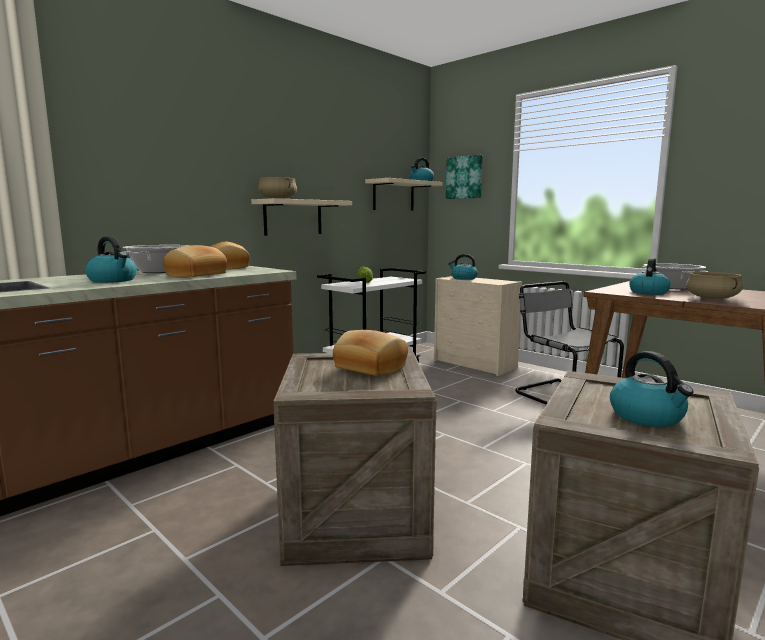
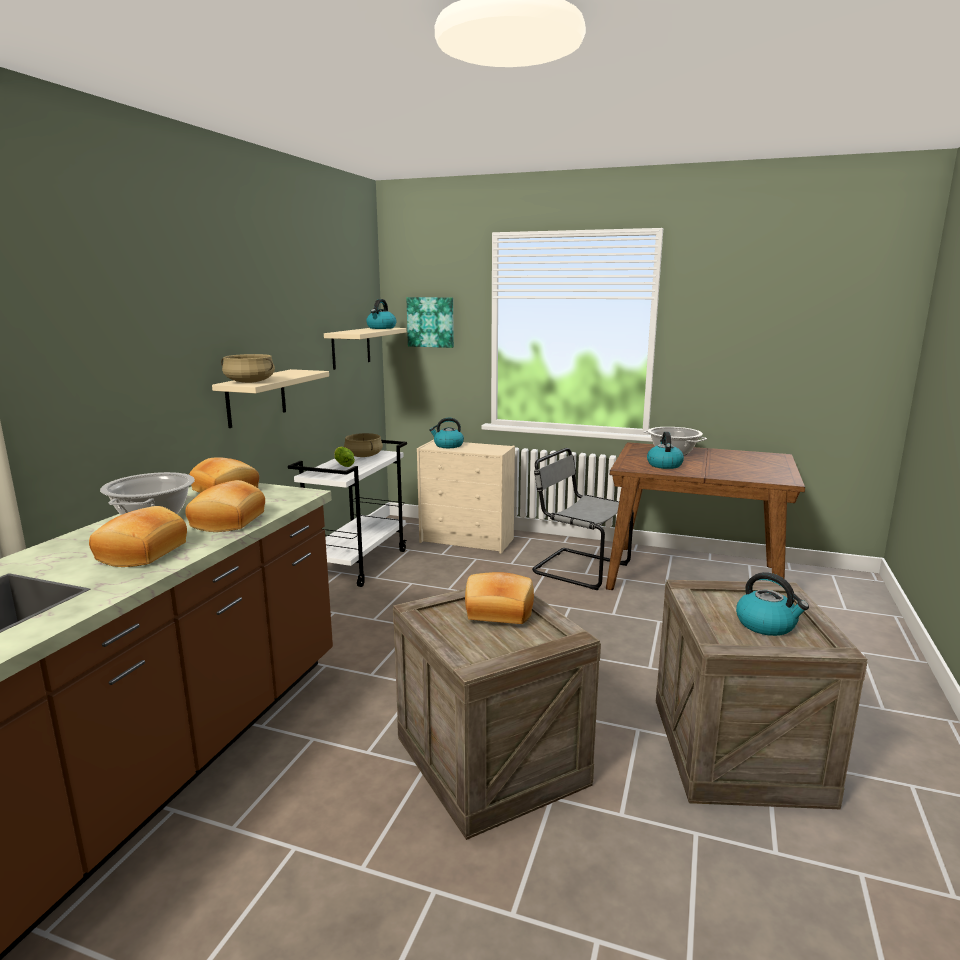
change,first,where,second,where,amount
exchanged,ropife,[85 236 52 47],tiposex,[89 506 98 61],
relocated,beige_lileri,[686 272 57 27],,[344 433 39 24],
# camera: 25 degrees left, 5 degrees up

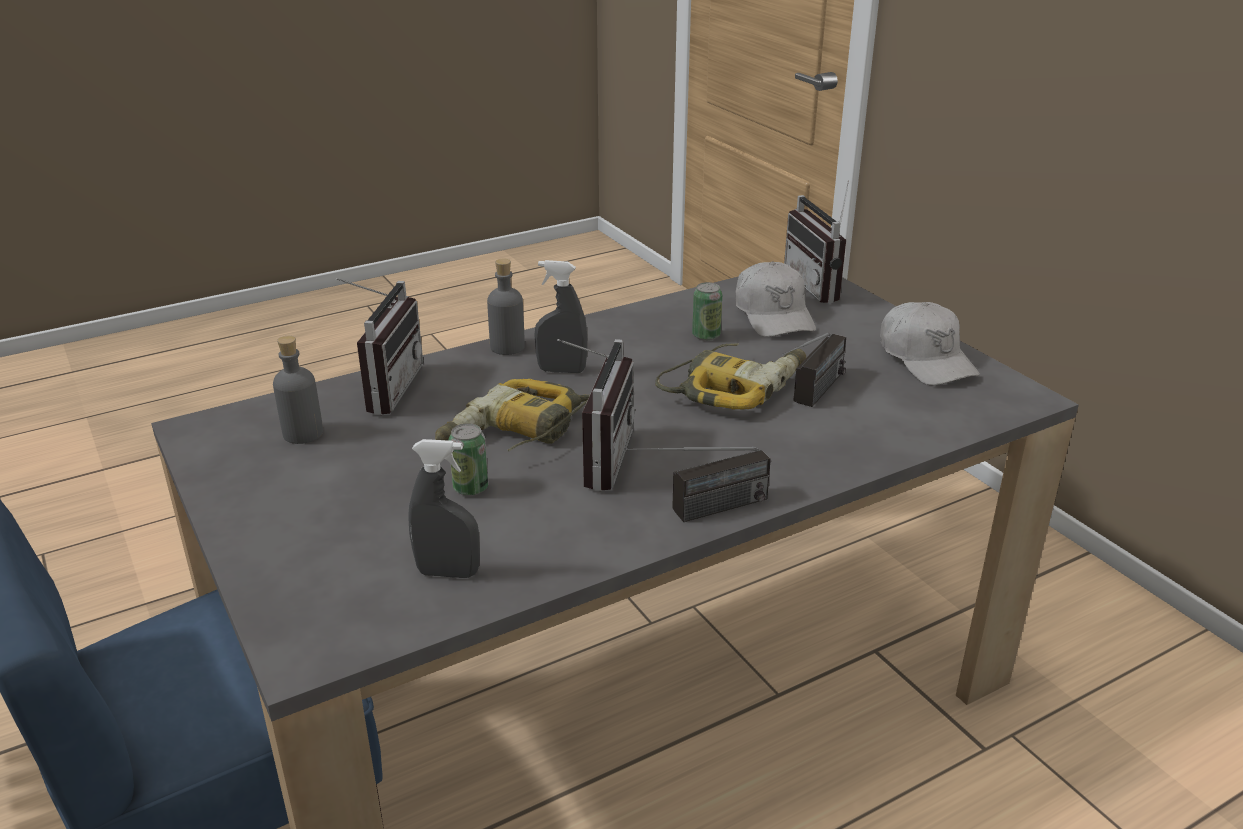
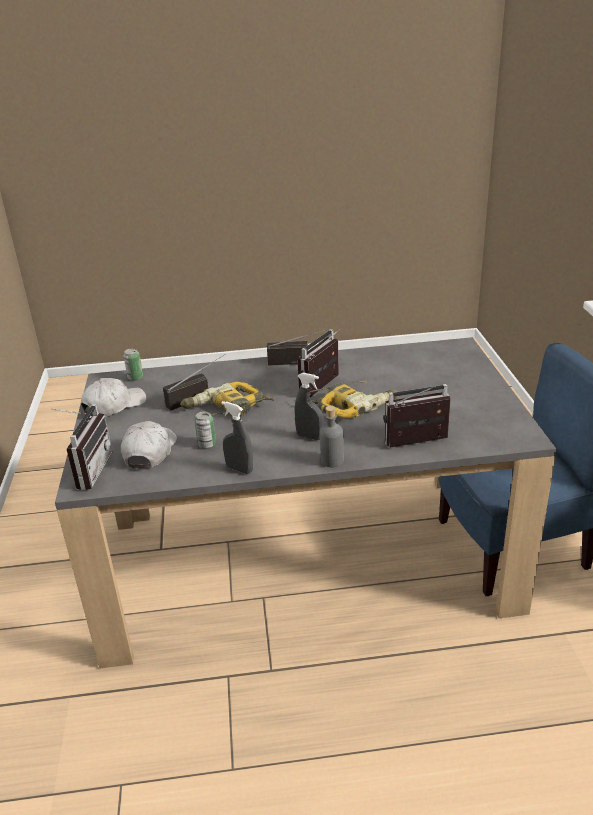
change,first,where,second,where,amount
spun,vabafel,[336 278 87 137],,[383 384 68 64],45 degrees clockwise
spun,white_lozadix,[880 302 100 84],,[81 378 65 39],45 degrees clockwise
missing,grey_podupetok,[273 336 50 108],,,
relocated,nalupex,[449 423 40 73],,[124 348 19 33],
relocated,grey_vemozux,[408 439 72 139],,[221 401 32 73],
# camera: 155 degrees left, 0 degrees up

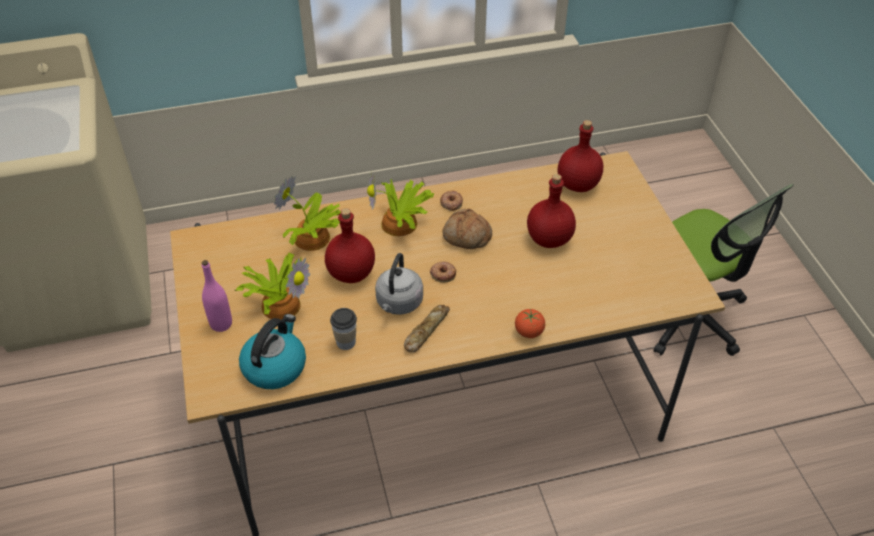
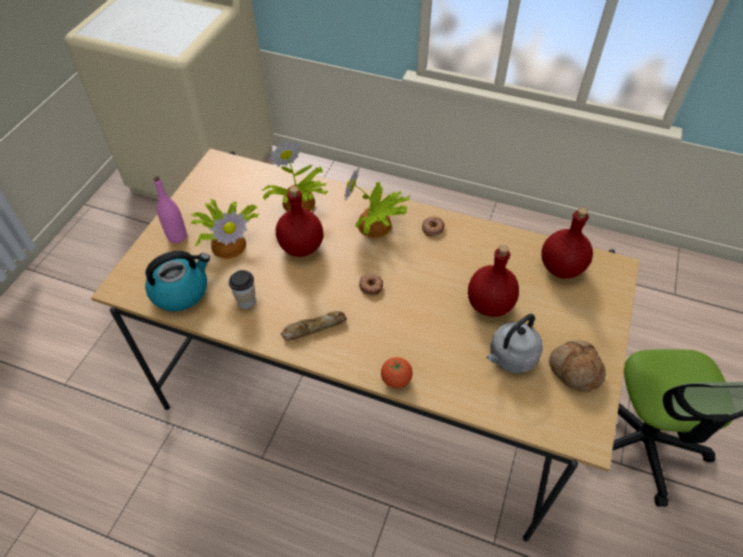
change,first,where,second,where,amount
relocated,tiposex,[443 208 49 41],,[549 340 57 52],
relocated,grey_ropife,[375 253 48 62],,[486 314 57 59],
# camera: 35 degrees right, 5 degrees up

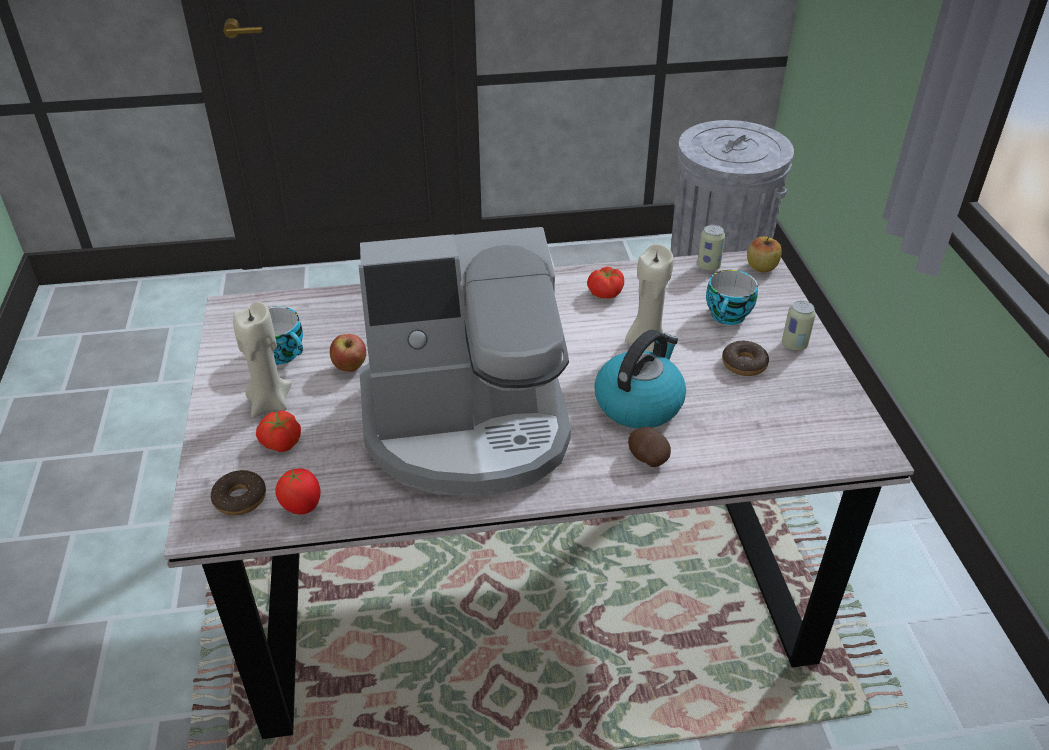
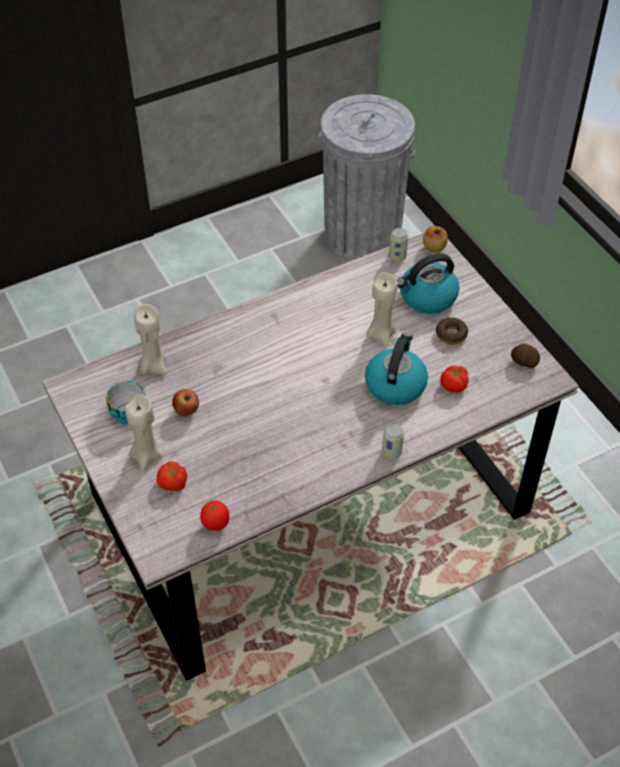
change,first,where,second,where,amount
missing,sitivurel,[359 227 212 270],,,
relocated,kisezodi,[587 267 37 31],,[440 366 29 27],
exchanged,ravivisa,[706 270 52 55],ropife,[397 253 62 61],
relocated,nalupex,[782 301 34 50],,[382 424 22 35],
relocated,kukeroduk,[628 427 43 40],,[511 343 29 25],
missing,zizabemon,[211 470 55 46],,,
appeared,,,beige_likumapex,[134 304 33 71],
# camera: 20 degrees left, 10 degrees up

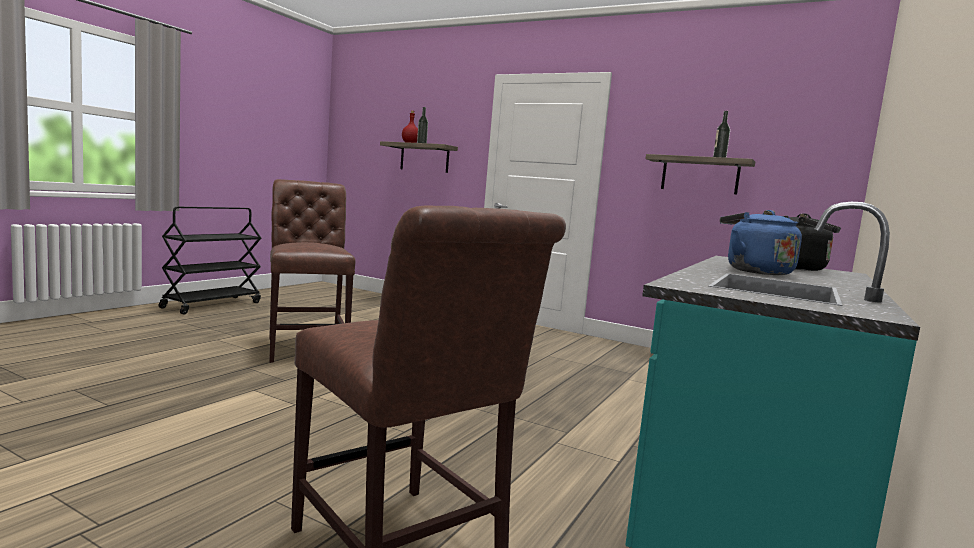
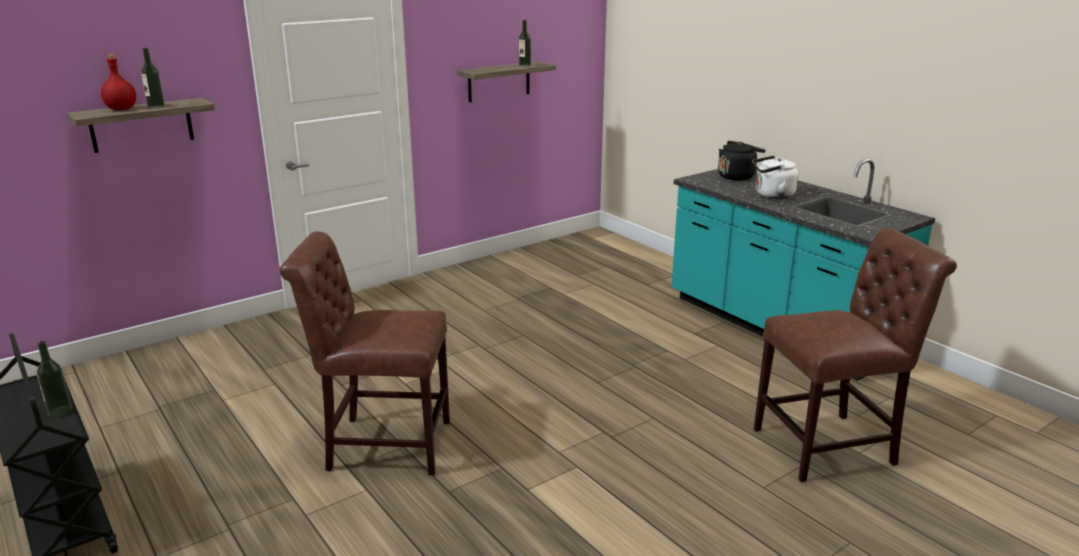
change,first,where,second,where,amount
colour,blue_ropife,[720 210 82 65],white_ropife,[752 156 46 43],
appeared,,,podupetok,[37 341 35 76],
# camera: 65 degrees left, 15 degrees up

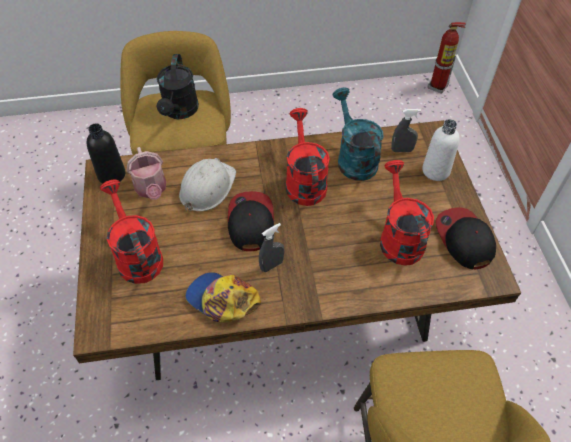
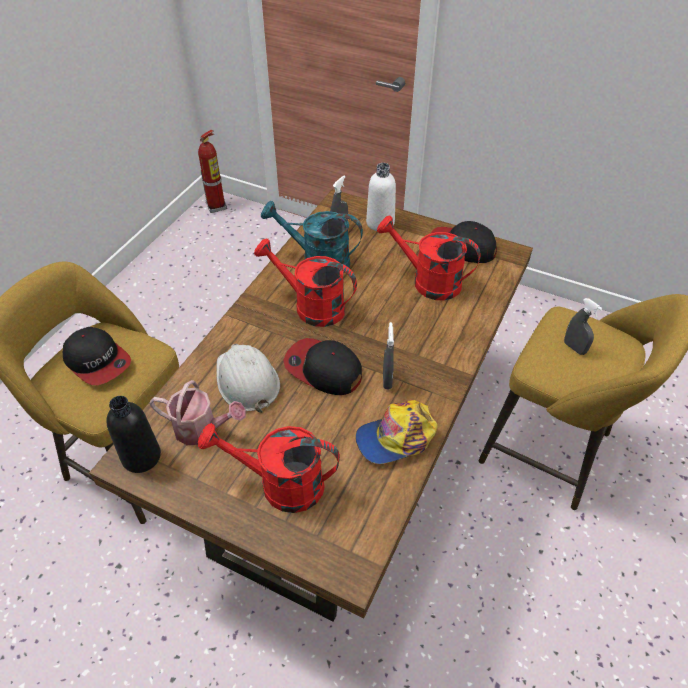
change,first,where,second,where,amount
exchanged,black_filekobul,[157 54 42 65],lozadix,[63 327 68 58],
appeared,,,grey_vemozux,[564 298 39 57],
# camera: 55 degrees left, 5 degrees down

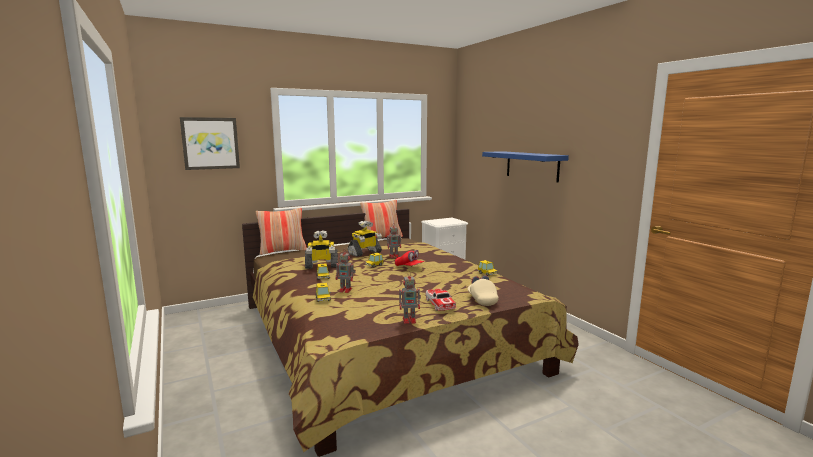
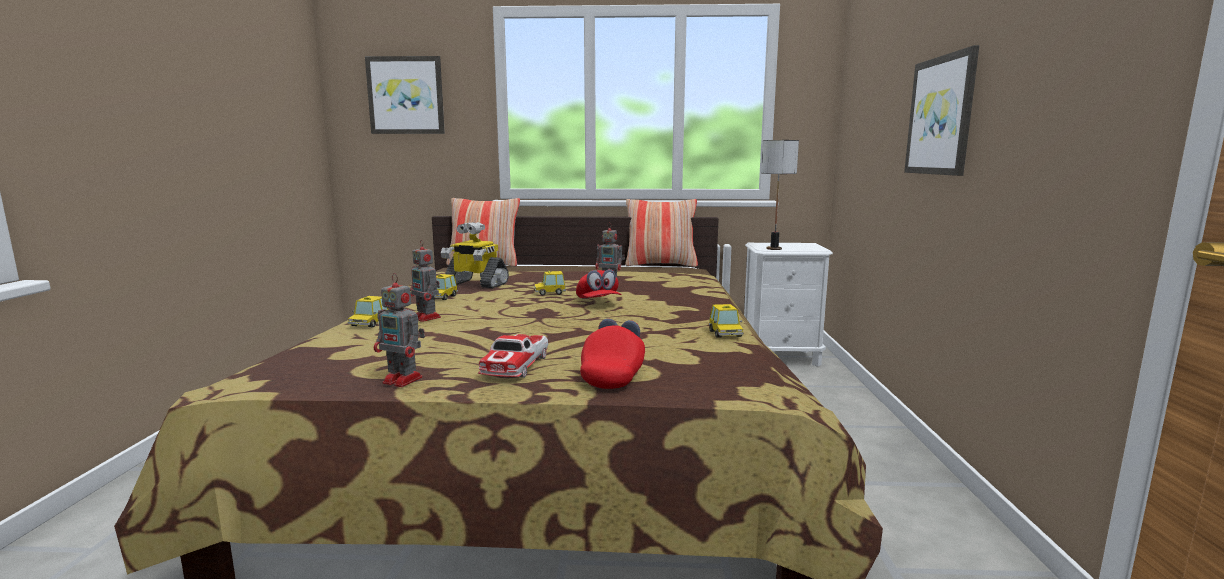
change,first,where,second,where,amount
exchanged,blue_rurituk,[482 151 87 31],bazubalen,[904 45 75 131],
missing,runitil,[348 220 34 37],,,
colour,beige_lozadix,[468 276 31 30],red_lozadix,[580 319 65 70],
appeared,,,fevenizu,[761 140 38 110],
# camera: 30 degrees right, 0 degrees up

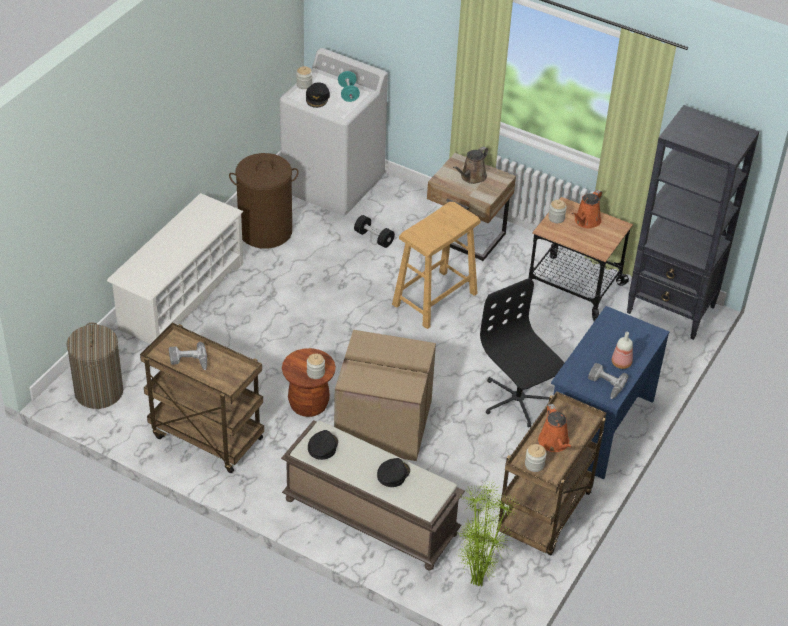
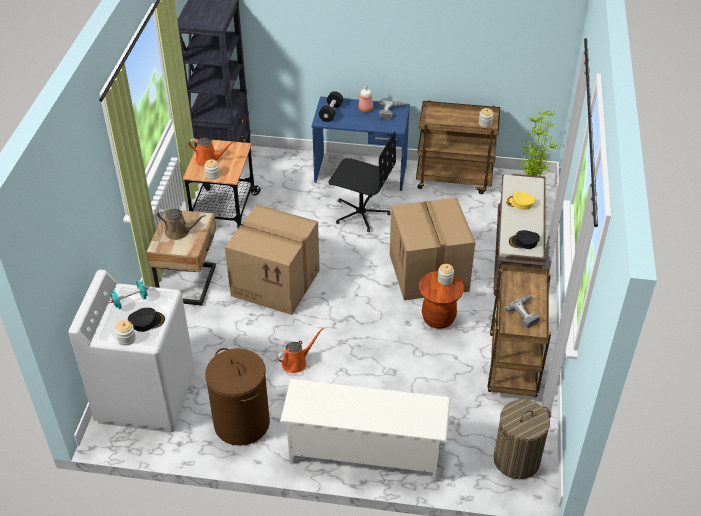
change,first,where,second,where,amount
exchanged,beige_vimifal,[392 202 89 127],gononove,[225 204 95 111],
relocated,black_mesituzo,[354 215 41 33],,[319 91 24 31],
spun,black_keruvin,[480 278 84 150],,[329 131 67 101],105 degrees counterclockwise
relocated,orange_filekobul,[538 404 34 48],,[277 328 47 45],
colour,black_lozadix,[377 458 33 29],yellow_lozadix,[506 192 29 18],
# camera: 110 degrees left, 0 degrees up

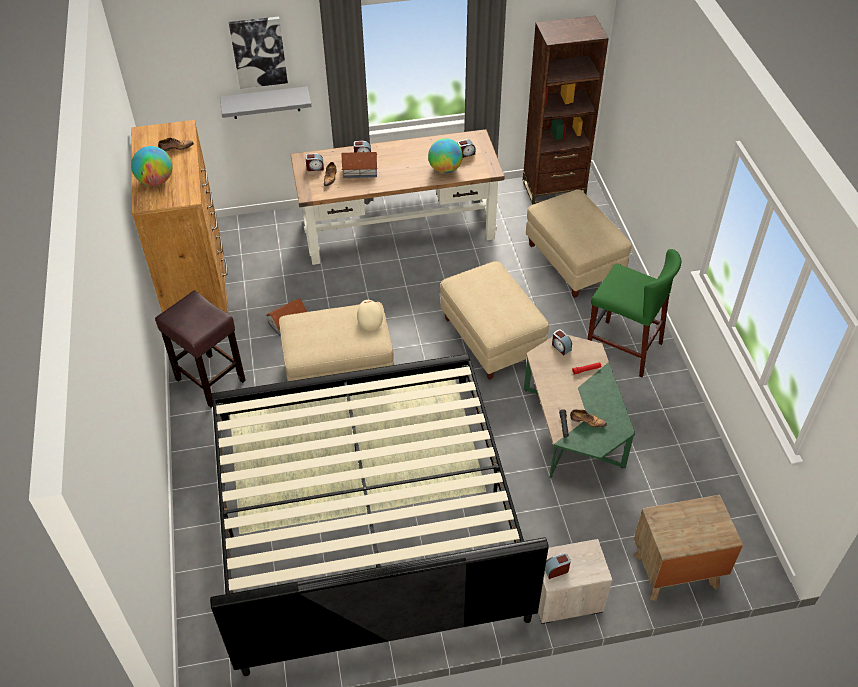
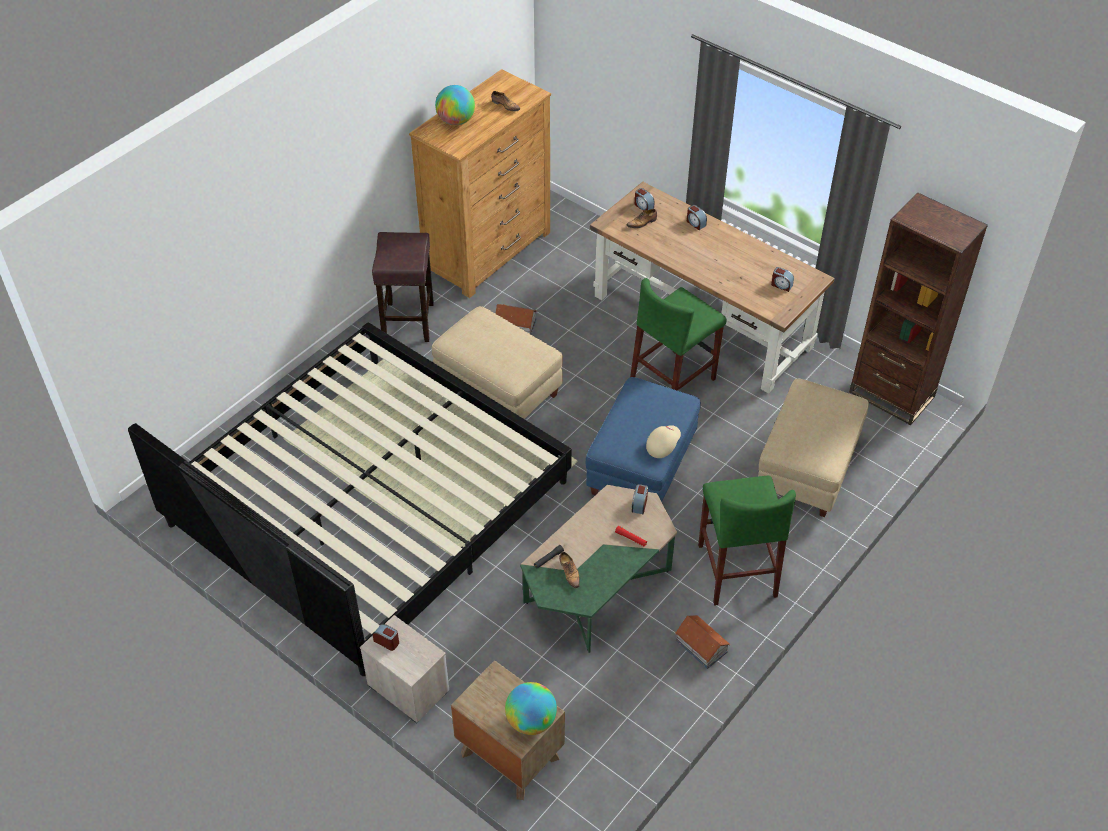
change,first,where,second,where,amount
missing,bazubalen,[229 17 59 72],,,
missing,grey_rurituk,[220 86 92 33],,,
relocated,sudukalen,[428 138 35 36],,[505 682 52 53],
relocated,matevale,[341 152 36 26],,[675 615 55 54],
colour,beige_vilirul,[440 261 109 119],blue_vilirul,[586 377 115 125],
relocated,beige_lozadix,[357 300 26 31],,[646 425 35 33],
appeared,,,green_vimifal,[630 278 97 113],
# camera: 50 degrees right, 0 degrees up

